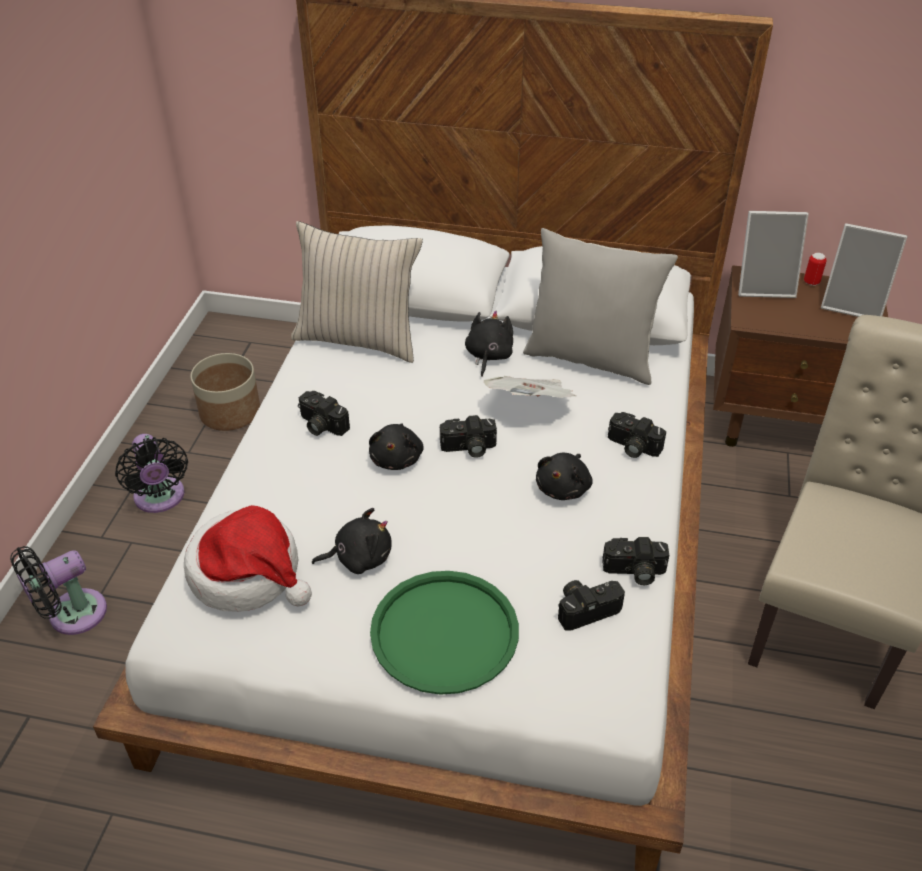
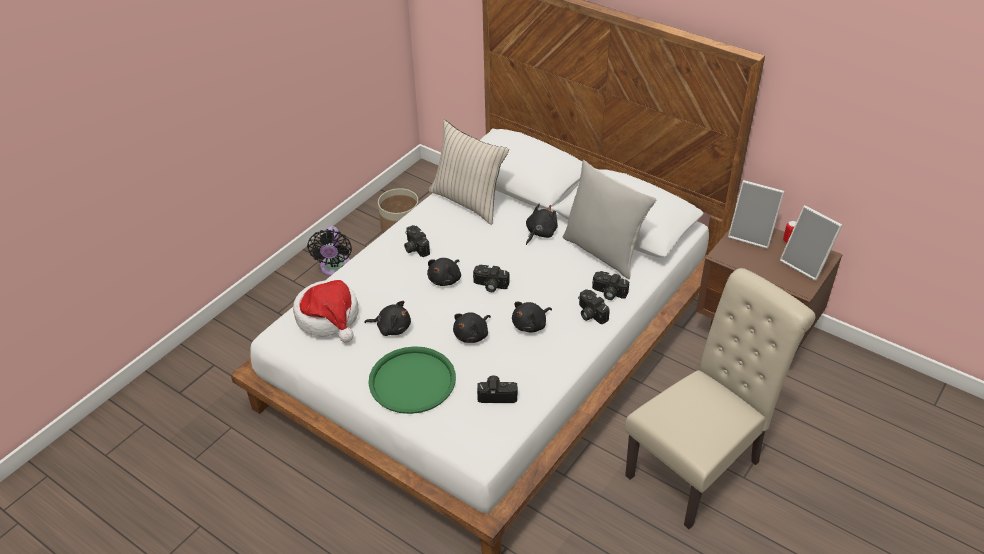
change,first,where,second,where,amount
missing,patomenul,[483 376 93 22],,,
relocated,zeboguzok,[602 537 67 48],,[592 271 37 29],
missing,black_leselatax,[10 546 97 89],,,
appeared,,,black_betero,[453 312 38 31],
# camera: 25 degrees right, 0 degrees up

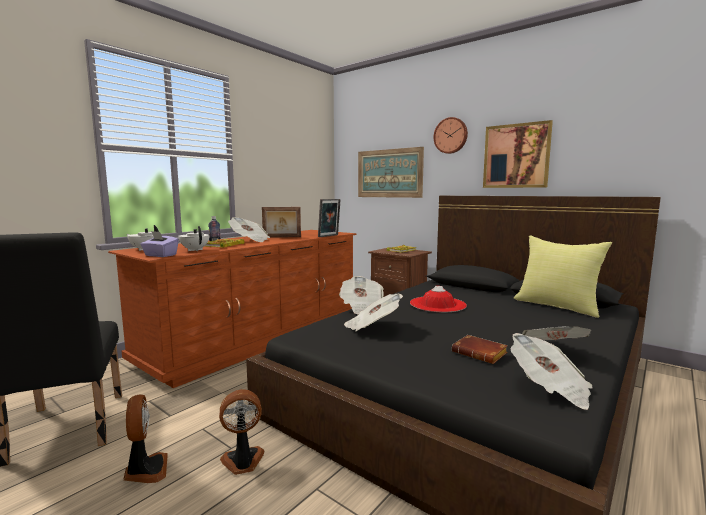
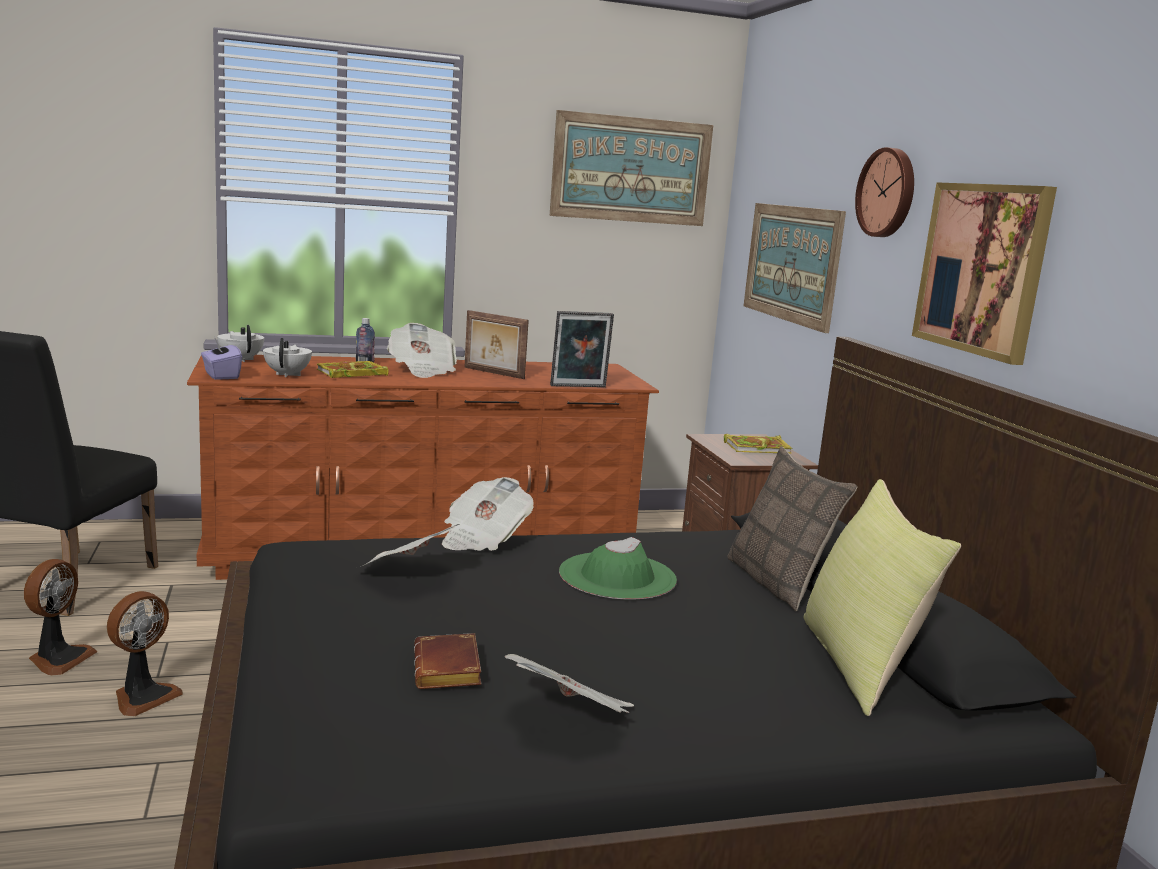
change,first,where,second,where,amount
colour,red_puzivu,[410 286 57 26],green_puzivu,[559 537 118 62],
missing,patomenul,[510 333 82 77],,,
spun,leselatax,[219 389 46 86],,[107 591 76 125],105 degrees clockwise
appeared,,,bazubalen,[550 110 163 116],
appeared,,,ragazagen,[727 446 131 165],
# camera: 35 degrees right, 5 degrees up

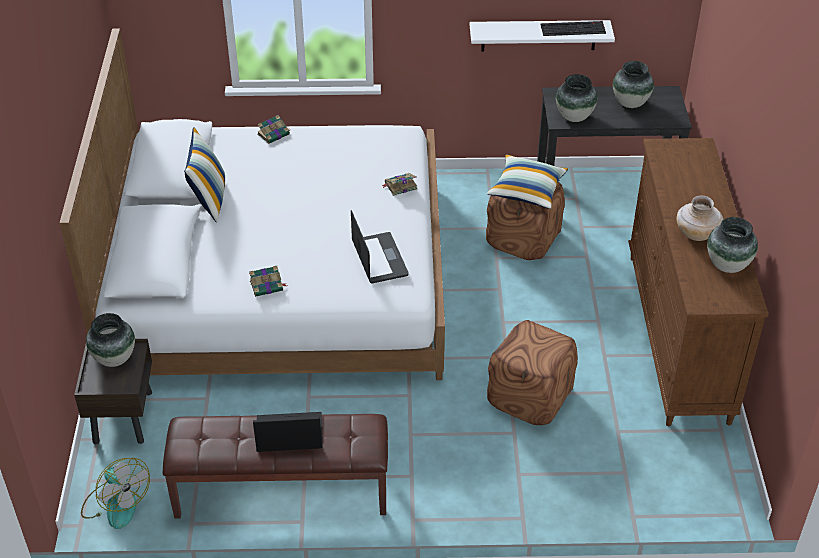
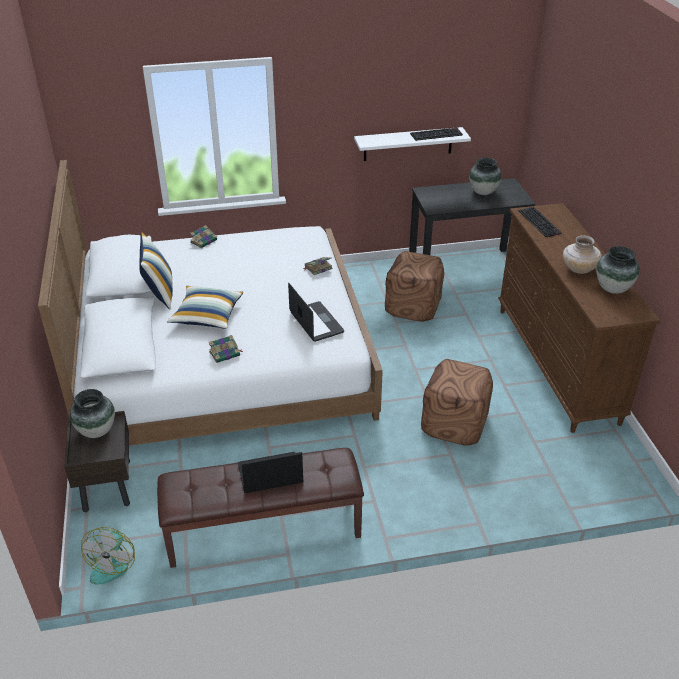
change,first,where,second,where,amount
missing,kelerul,[556 74 41 48],,,
relocated,ragazagen,[487 154 81 55],,[167 286 76 43],
spun,leselatax,[81 458 69 71],,[81 527 54 58],60 degrees clockwise
appeared,,,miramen,[519 207 43 30],
# camera: 10 degrees left, 5 degrees down

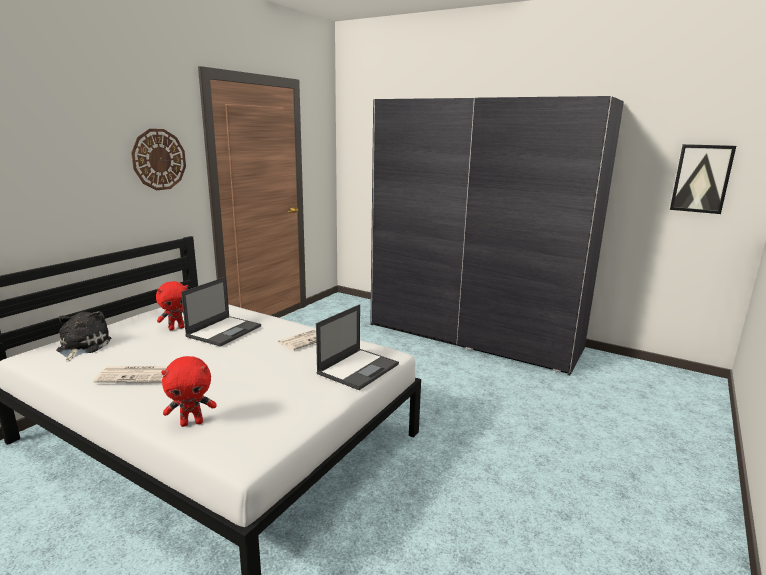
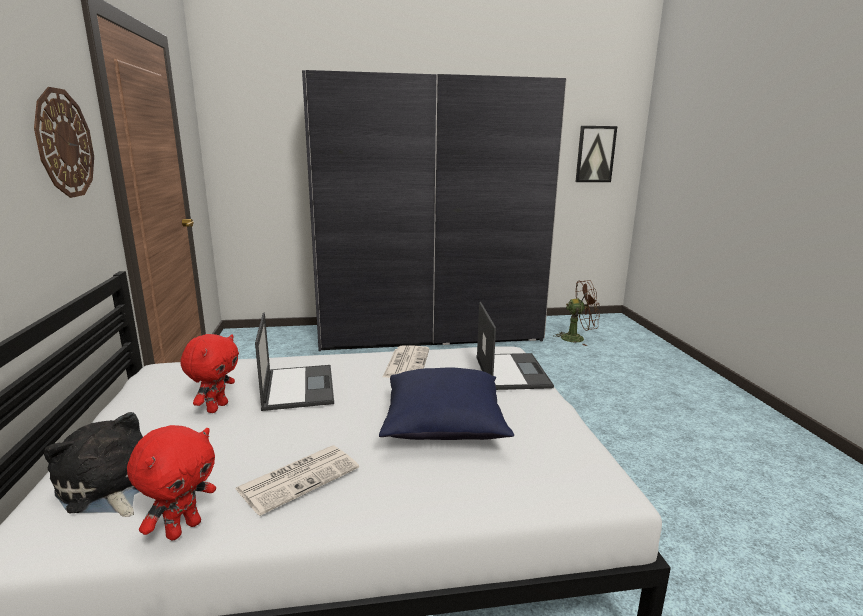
change,first,where,second,where,amount
relocated,red_betero,[161 356 56 71],,[127 425 89 116],
appeared,,,brown_leselatax,[553 280 47 66],
appeared,,,blue_ragazagen,[379 368 135 72],
# camera: 40 degrees left, 0 degrees up

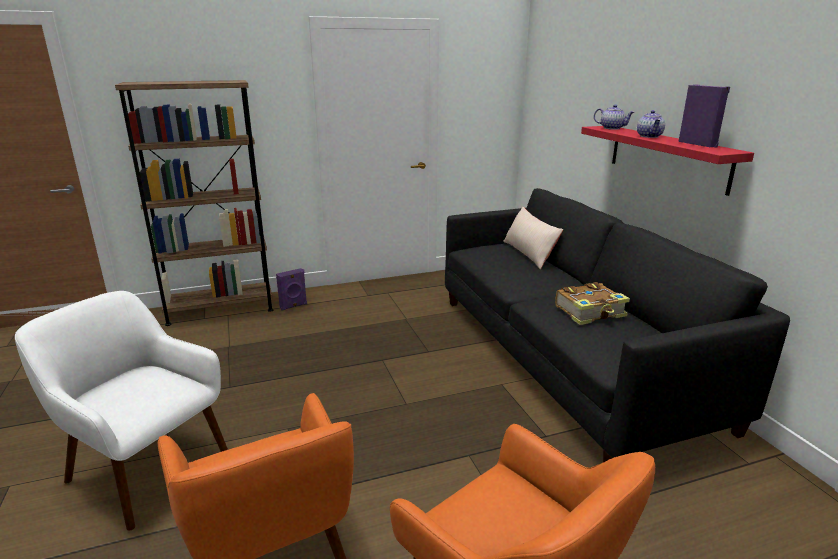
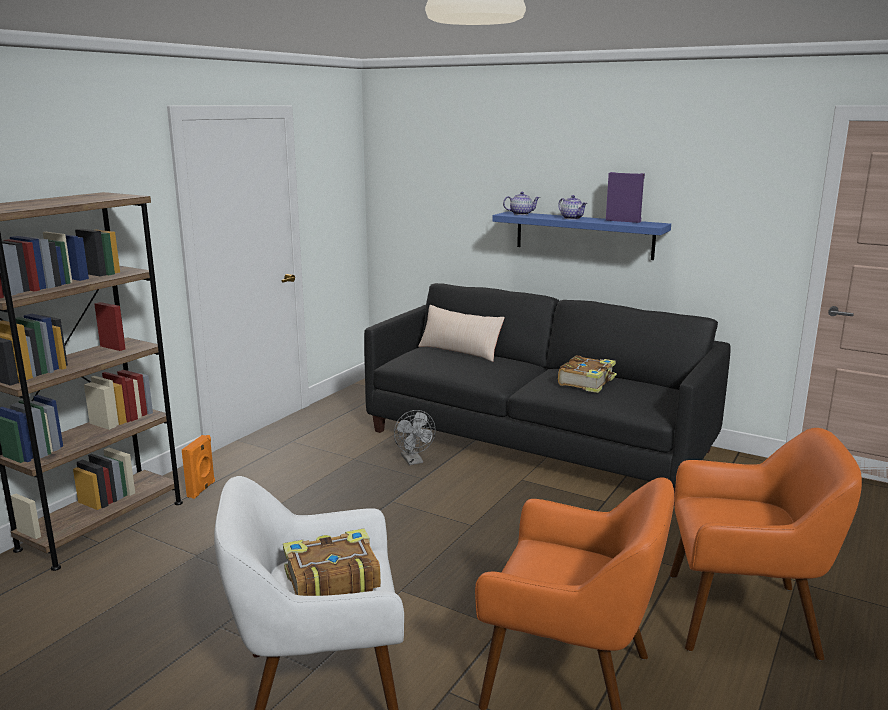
change,first,where,second,where,amount
colour,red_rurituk,[581 126 173 70],blue_rurituk,[492 211 179 49],
colour,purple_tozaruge,[276 268 31 43],orange_tozaruge,[182 435 33 64],
appeared,,,grey_leselatax,[394 410 42 55],
appeared,,,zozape,[283 528 98 68],
# camera: 40 degrees left, 5 degrees down

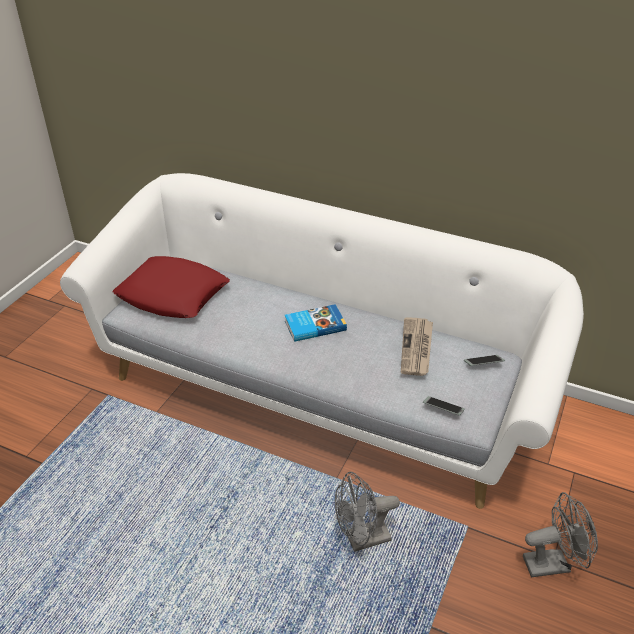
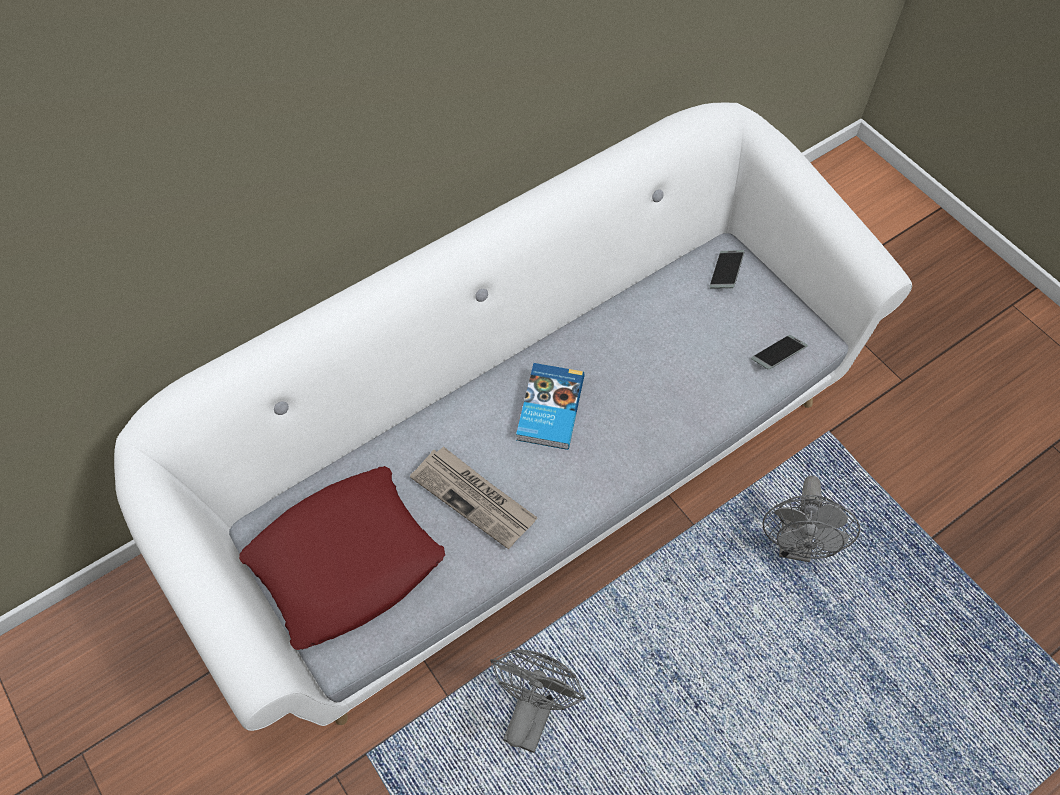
change,first,where,second,where,amount
relocated,patomenul,[401 317 32 59],,[410 446 128 103],
relocated,grey_leselatax,[523 492 75 85],,[490 650 96 103],
# camera: 60 degrees left, 20 degrees up

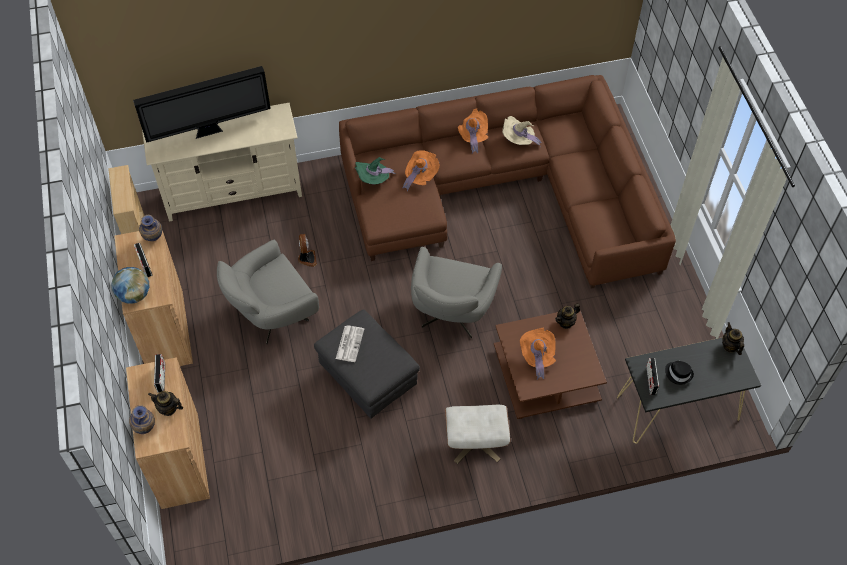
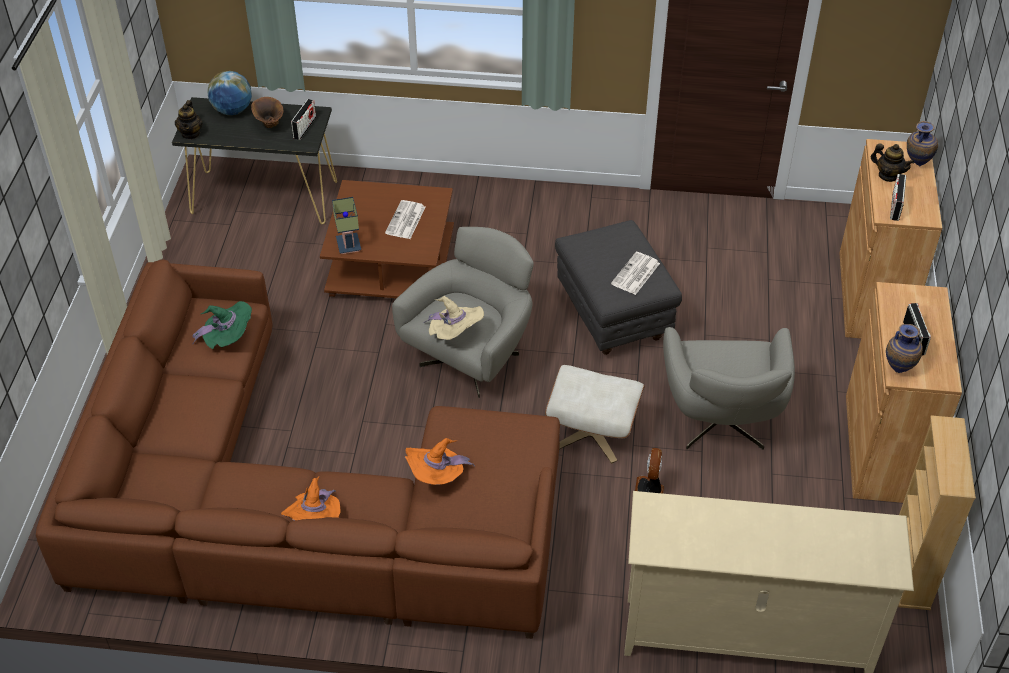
change,first,where,second,where,amount
missing,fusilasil,[133 66 138 77],,,
relocated,beige_puzivu,[502 116 39 31],,[424 296 60 44],
relocated,green_puzivu,[355 157 42 27],,[192 301 60 48],
spun,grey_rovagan,[217 240 102 104],,[663 327 132 123],105 degrees clockwise
relocated,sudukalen,[112 267 37 37],,[207 71 45 44],
exchanged,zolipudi,[555 303 25 26],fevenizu,[332 197 29 57],
exchanged,orange_puzivu,[520 328 36 52],patomenul,[385 200 40 39],
exchanged,black_puzivu,[665 361 29 24],brown_kelerul,[251 97 33 31],
relocated,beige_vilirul,[445 405 66 59],,[545 365 100 98],
# camera: 160 degrees left, 10 degrees down

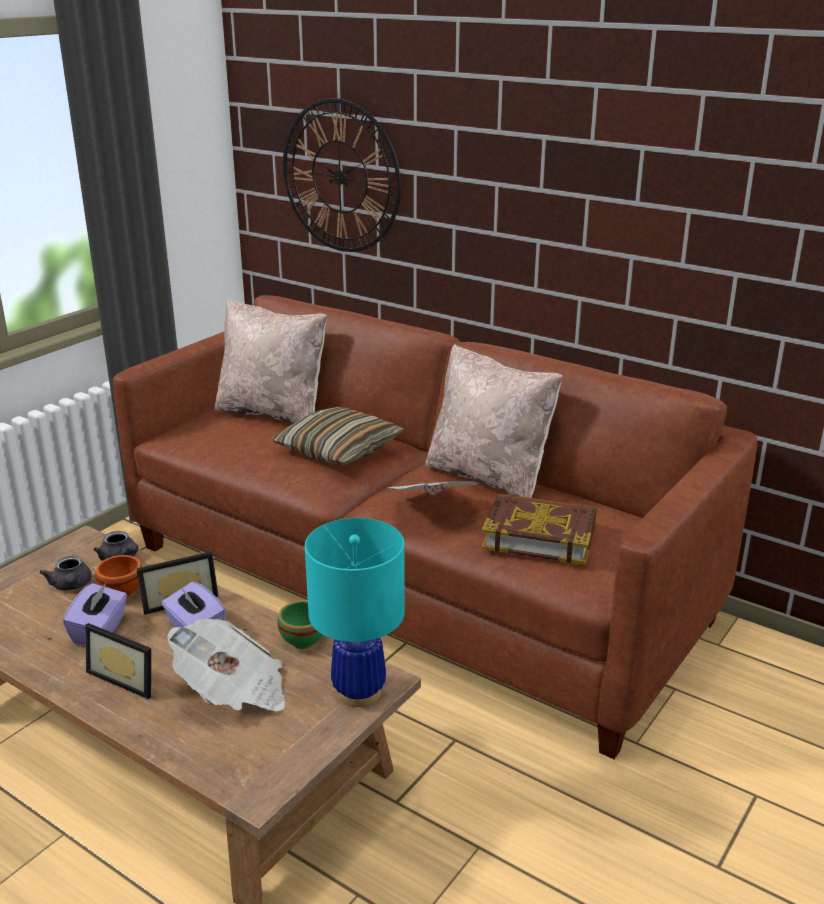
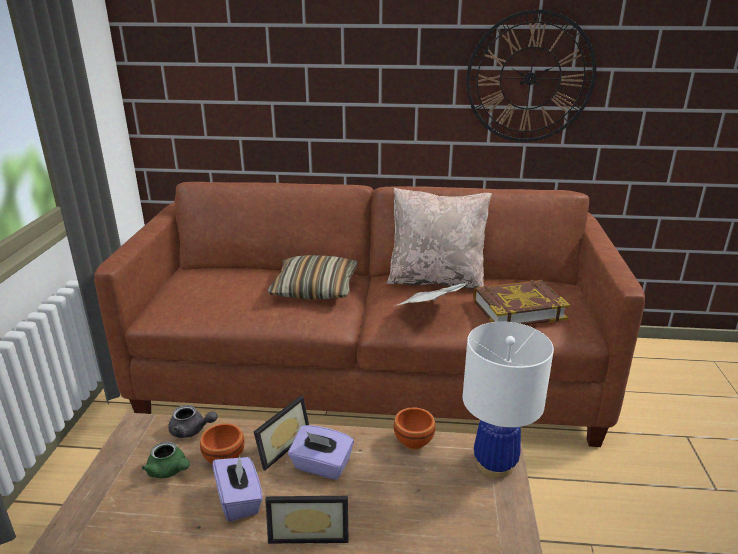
change,first,where,second,where,amount
relocated,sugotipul,[283 98 118 154],,[466 9 130 133],
missing,beige_ragazagen,[215 299 112 124],,,
colour,turquoise_fevenizu,[305 518 100 189],white_fevenizu,[463 322 91 156],
colour,grey_zolipudi,[40 556 52 34],green_zolipudi,[142 441 48 37],
colour,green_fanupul,[277 600 46 49],brown_fanupul,[394 407 42 43],
missing,patomenul,[167 619 118 92],,,
# camera: 30 degrees left, 0 degrees up

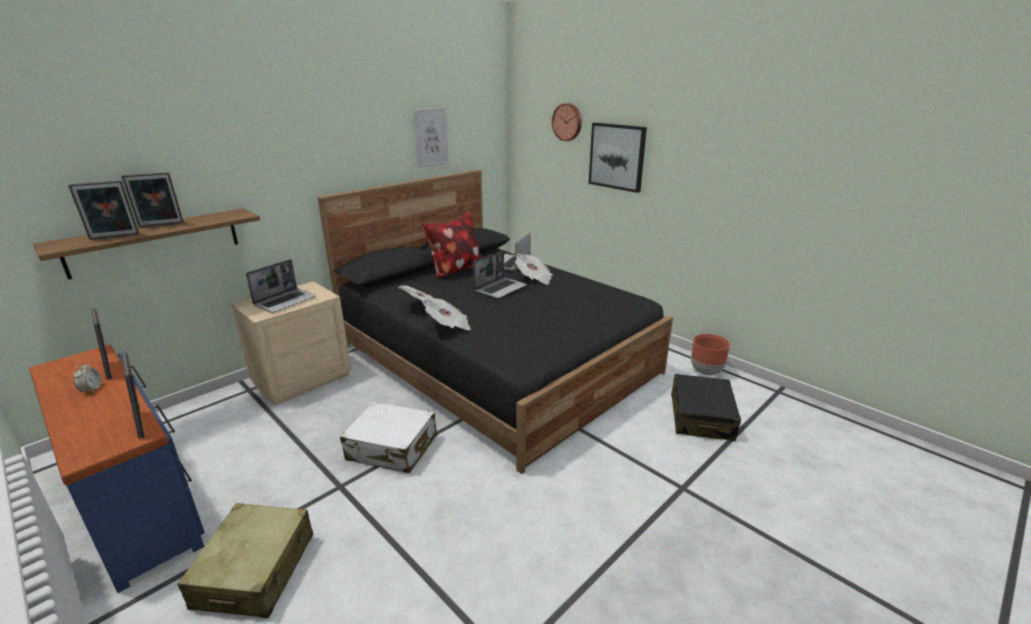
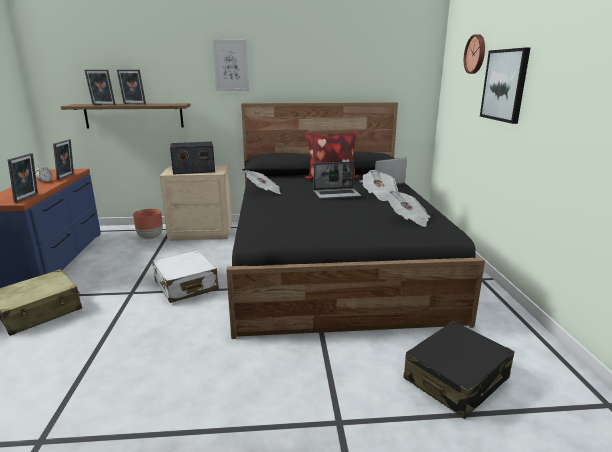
change,first,where,second,where,amount
relocated,bazubalen,[413 107 36 61],,[212 39 37 52],
exchanged,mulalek,[246 259 70 54],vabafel,[170 142 45 33],
relocated,patomenul,[422 298 49 32],,[387 190 44 37],
relocated,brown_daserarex,[691 334 39 41],,[133 209 30 30],
# camera: 40 degrees right, 5 degrees down

